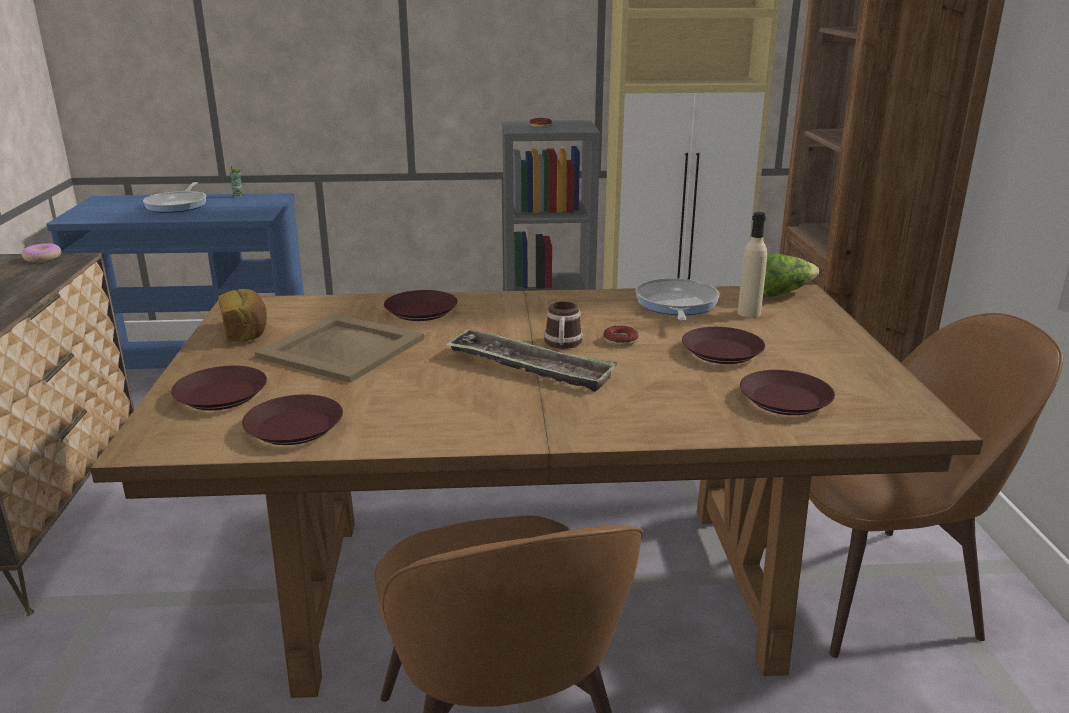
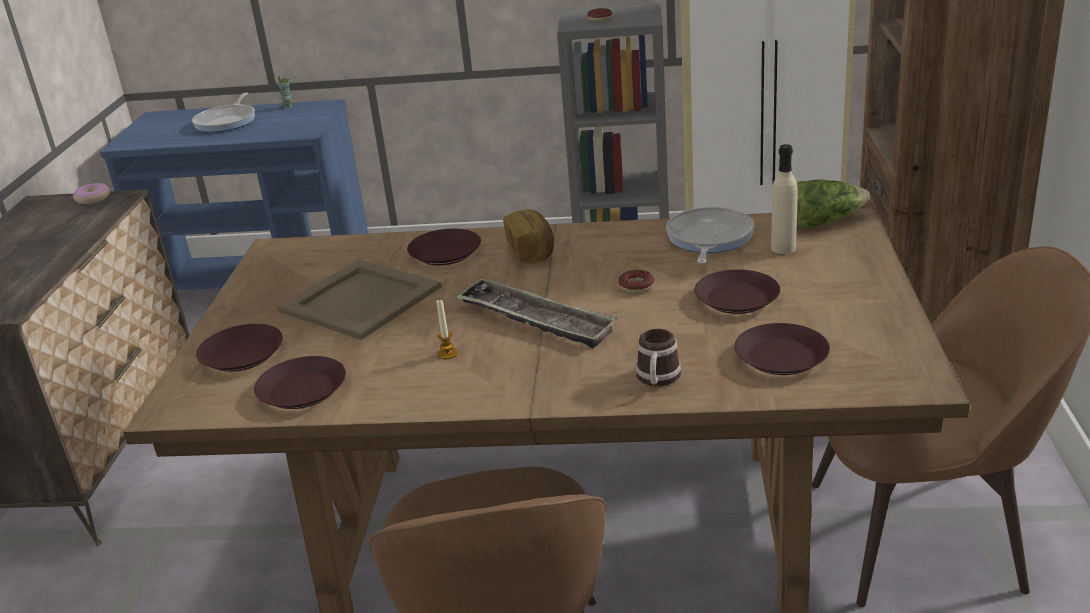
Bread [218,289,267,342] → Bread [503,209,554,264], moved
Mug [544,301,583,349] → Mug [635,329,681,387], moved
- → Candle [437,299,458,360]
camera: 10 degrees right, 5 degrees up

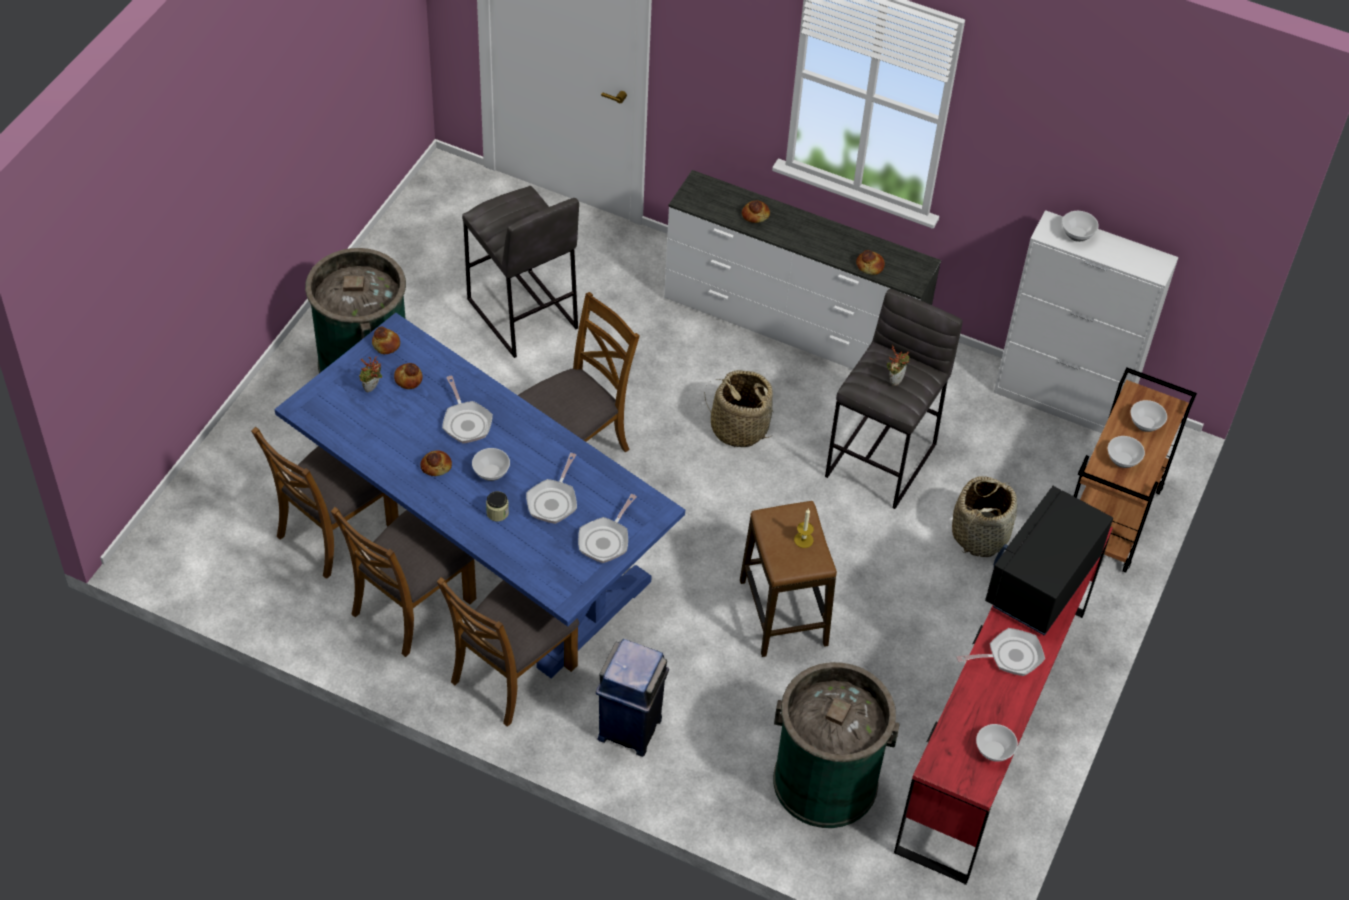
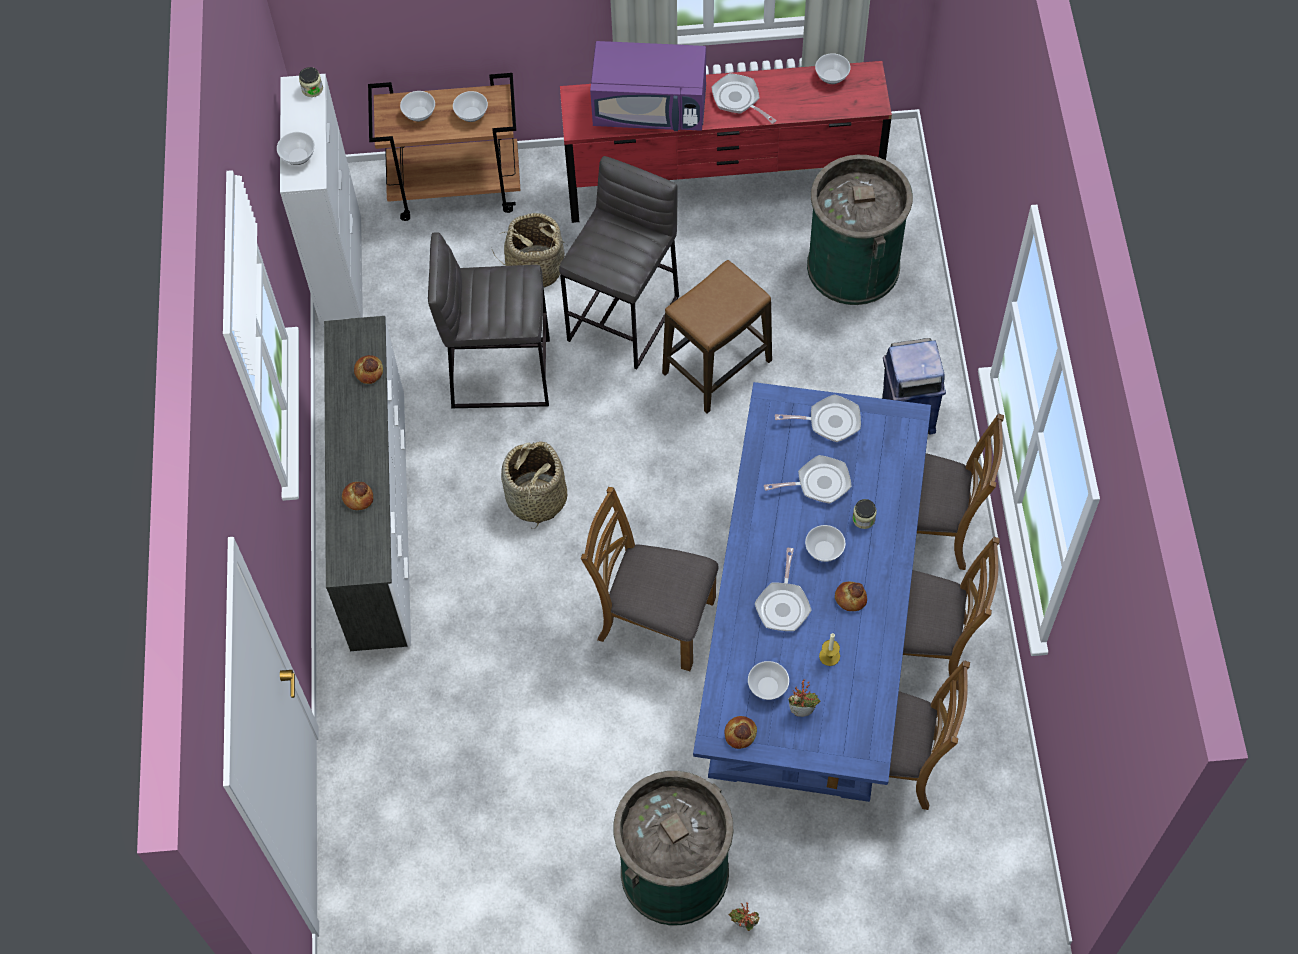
GreyStool [462,186,579,358] → GreyStool [559,156,679,369], moved
PottedPlant [887,344,909,386] → PottedPlant [729,902,760,931], moved
Bread [394,363,423,389] → Bowl [748,661,789,700]
FryingPan [442,376,493,444] → FryingPan [755,548,811,631], 150 degrees clockwise
BlackMicrowave [985,486,1113,636] → PurpleMicrowave [590,41,706,131]
Candle [794,509,814,548] → Candle [819,633,840,666], moved
- → Jar [299,67,323,97]
camera: 115 degrees left, 10 degrees up

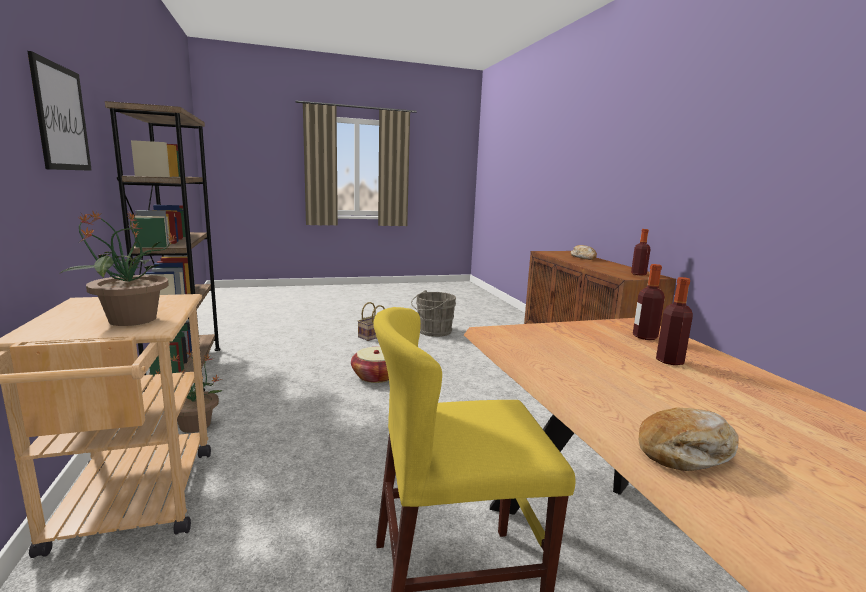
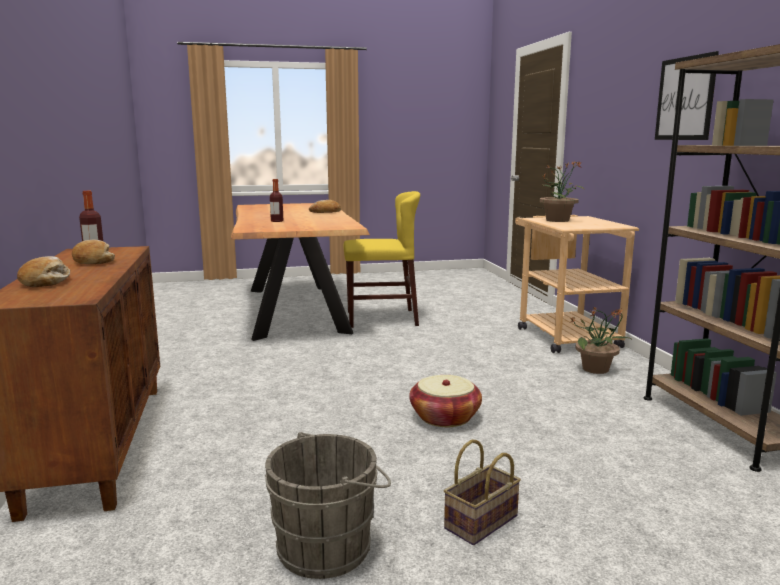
Bottle [633,264,665,340] → -
- → Bread [72,240,115,264]
camera: 175 degrees left, 0 degrees up

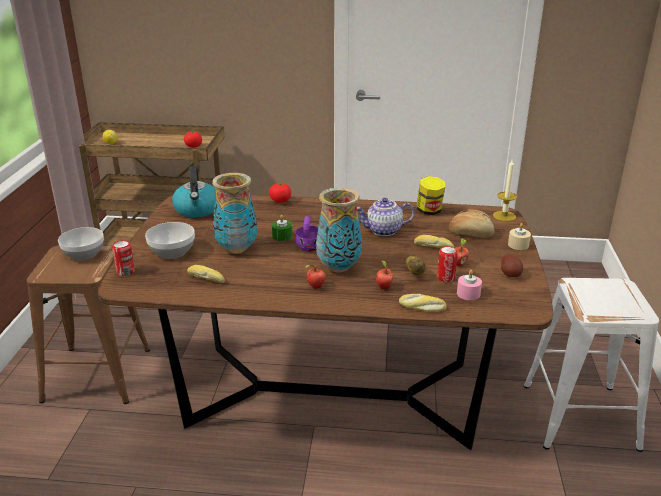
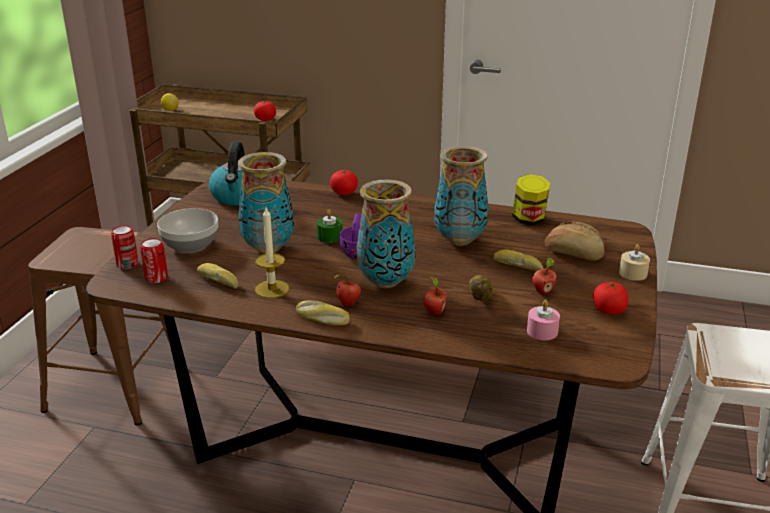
Candle [493,160,517,221] → Candle [255,208,289,298], moved
Teapot [357,198,415,236] → Vase [434,146,488,246]
Bowl [58,227,104,260] → -
Can [437,246,458,282] → Can [140,238,168,283], moved
Potato [501,255,523,277] → Tomato [593,282,628,315]
Bread [399,294,446,312] → Bread [296,300,350,325], moved
camera: 10 degrees right, 0 degrees up

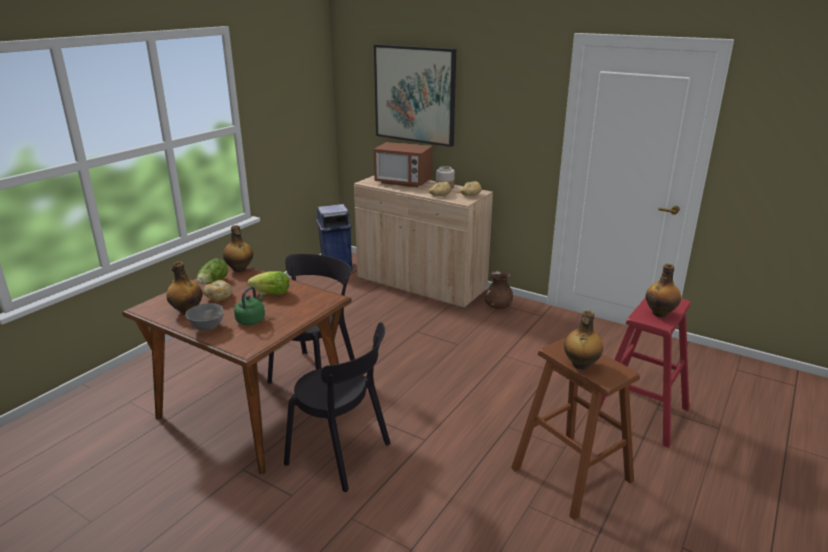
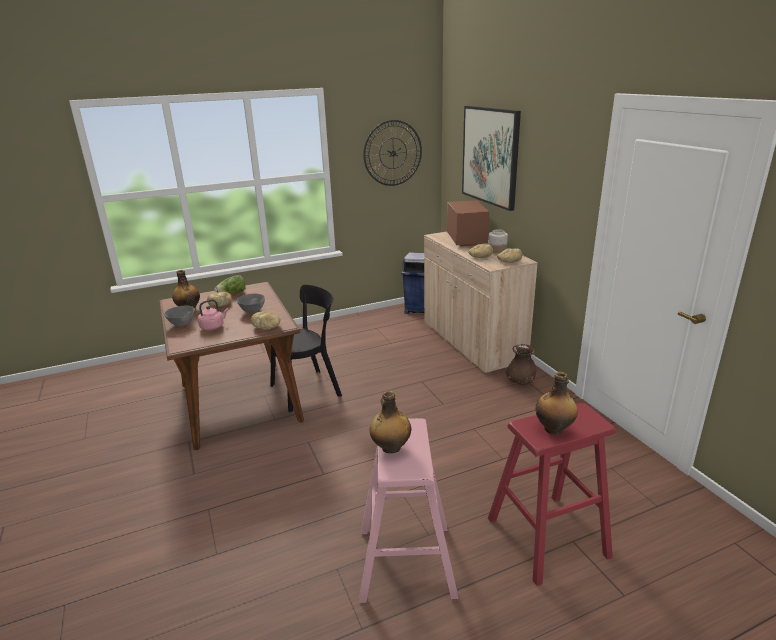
Microwave [374,142,432,187] → Microwave [447,200,489,247], 150 degrees counterclockwise
Bottle [223,225,253,272] → -
Lettuce [248,271,289,295] → GreyBowl [237,293,265,313]
GreenKettle [234,286,265,325] → PinkKettle [198,299,229,330]
BlackChair [284,322,391,492] → -
BrownStool [511,338,640,520] → PinkStool [359,418,458,603]
- → WallClock [363,120,422,186]
- → Bread [251,311,281,329]
camera: 35 degrees right, 0 degrees up

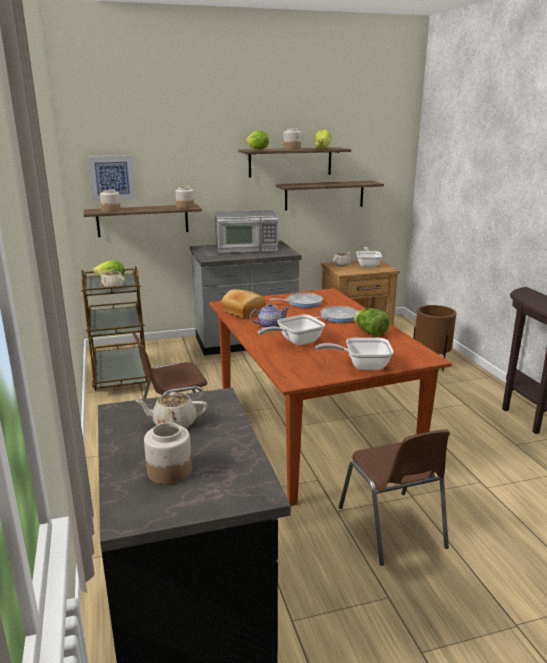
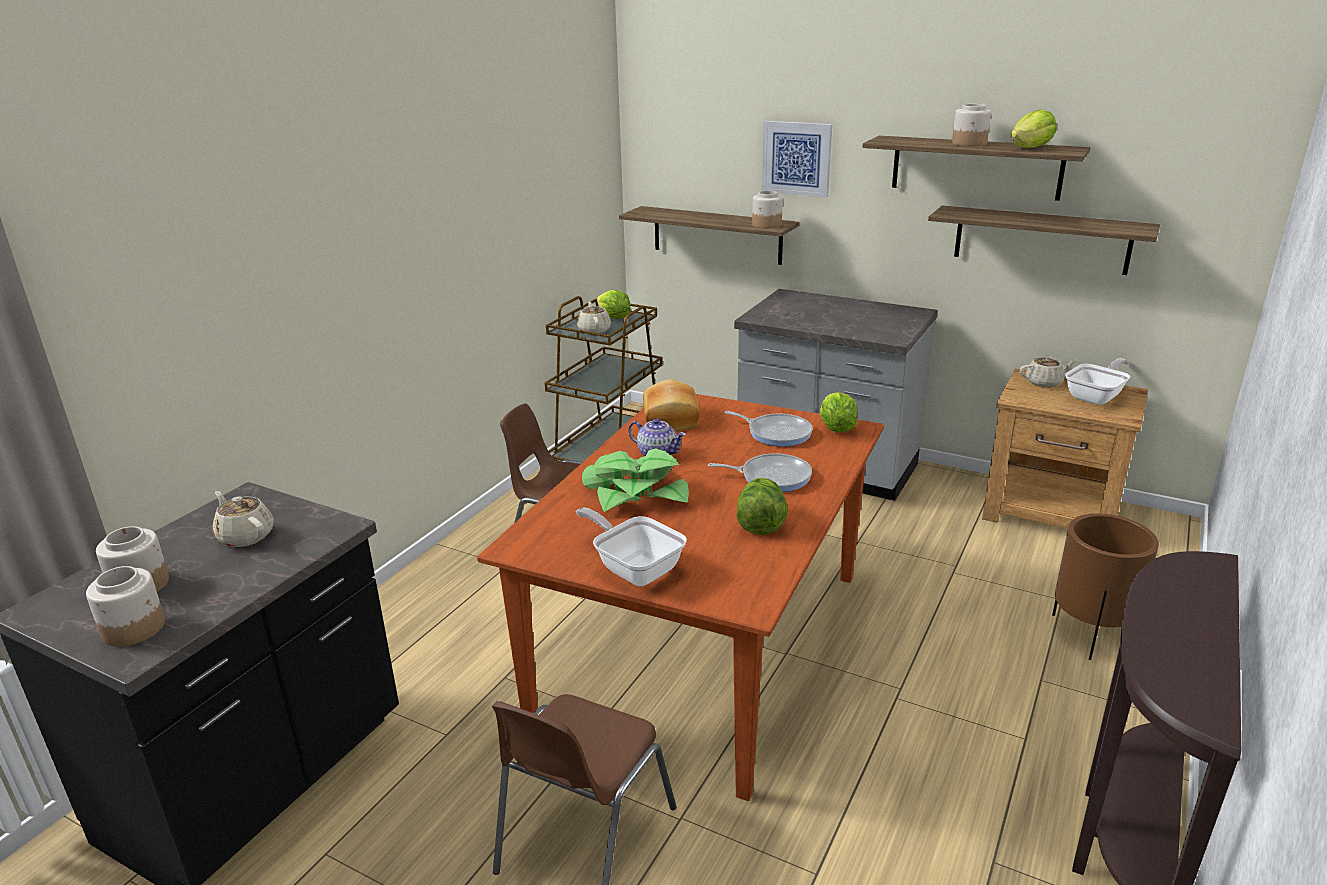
Lettuce [246,130,269,150] → Lettuce [820,392,857,432], moved
Picture [87,155,136,201] → Picture [762,121,832,198], moved
Jar [100,189,121,212] → Jar [86,566,165,647], moved
Microwave [215,210,278,253] → -
FryingPan [258,315,325,345] → PottedPlant [582,449,689,512]
camera: 45 degrees right, 5 degrees up

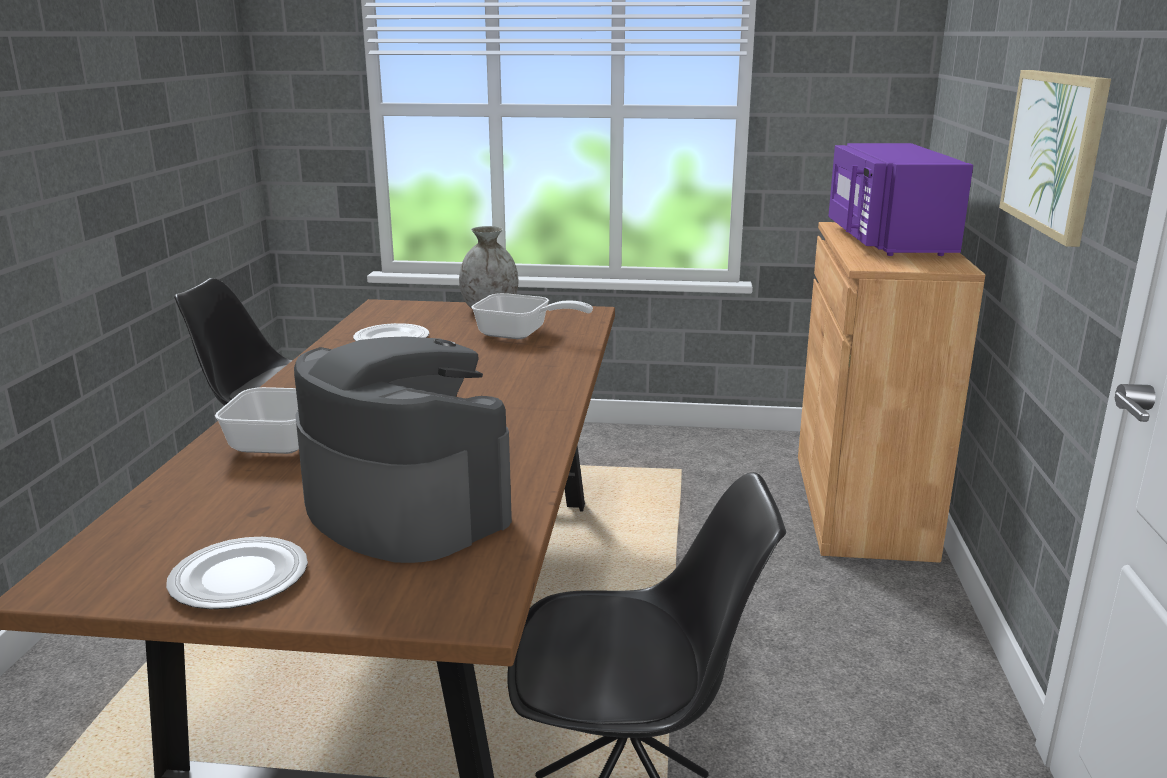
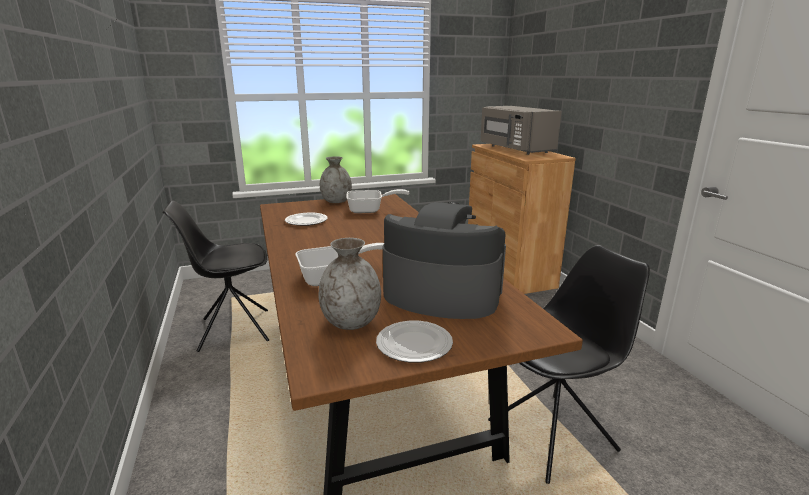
Picture [999,70,1111,247] → -
PurpleMicrowave [828,143,973,256] → GreyMicrowave [480,106,562,155]
- → GreyVase [319,238,381,330]
camera: 25 degrees left, 0 degrees up

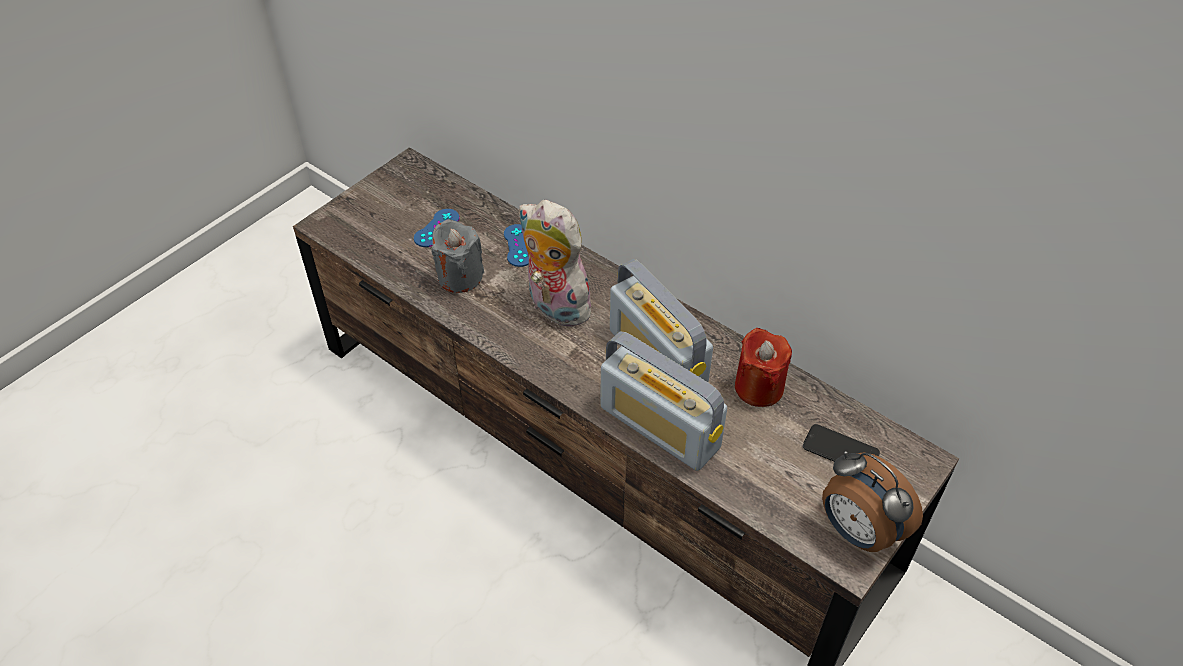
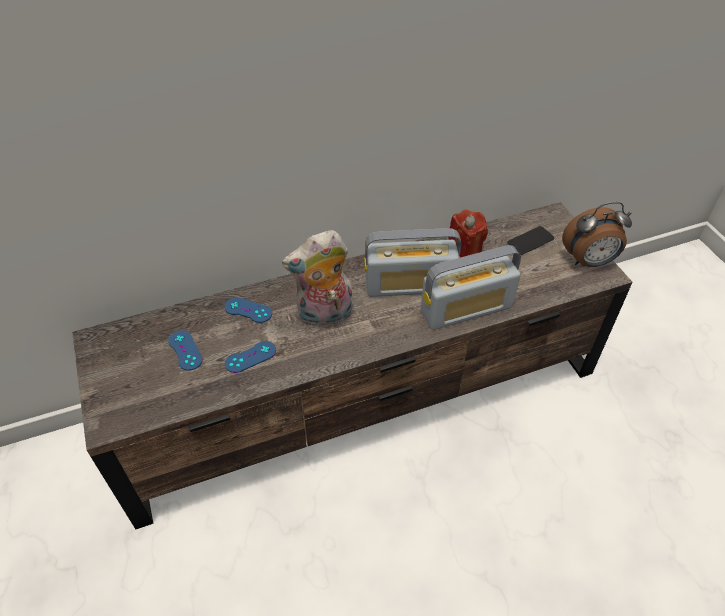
GreyCandle [431,219,484,293] → BlueGameController [225,341,276,373]
camera: 60 degrees left, 0 degrees up

